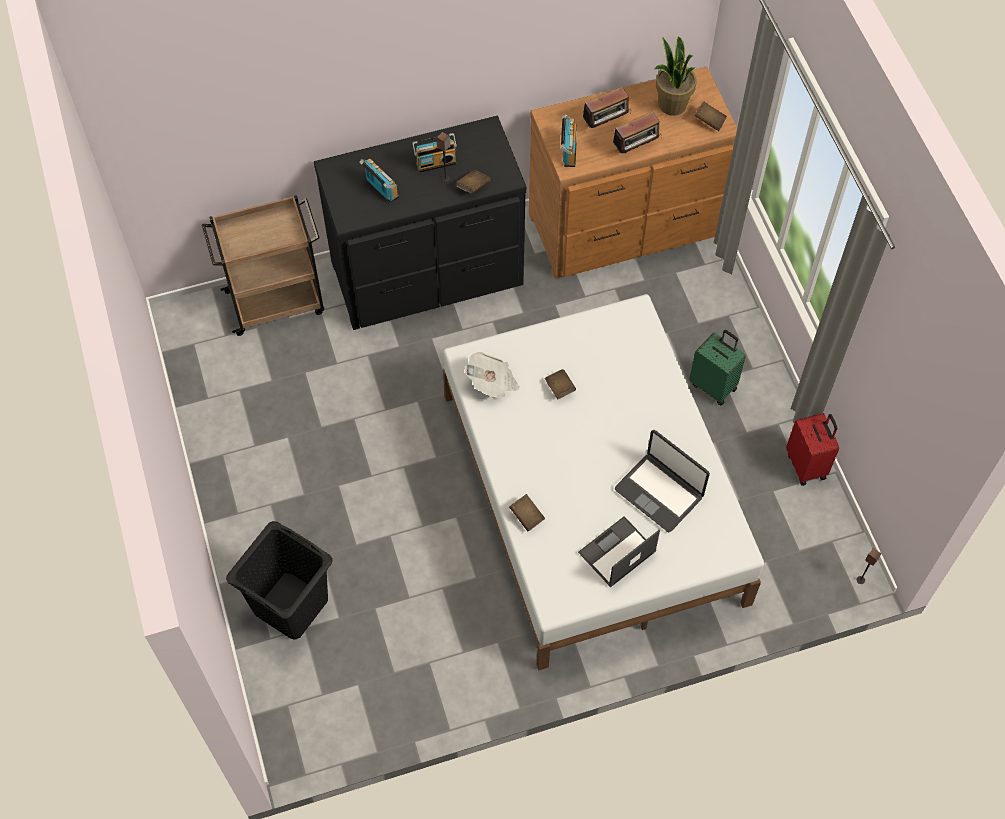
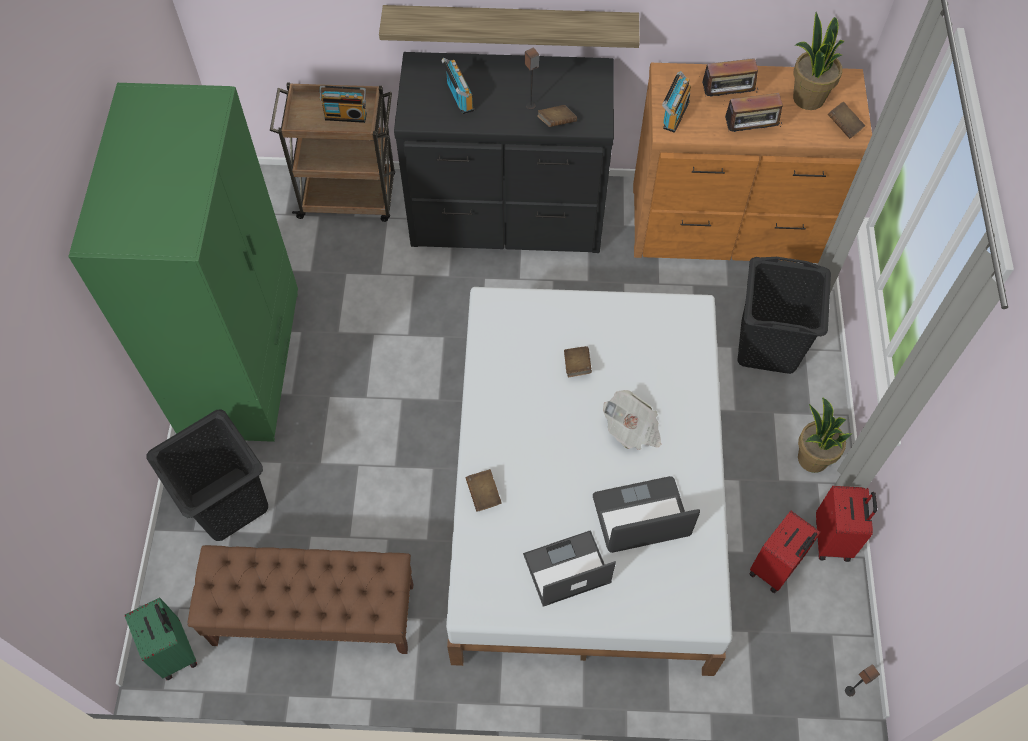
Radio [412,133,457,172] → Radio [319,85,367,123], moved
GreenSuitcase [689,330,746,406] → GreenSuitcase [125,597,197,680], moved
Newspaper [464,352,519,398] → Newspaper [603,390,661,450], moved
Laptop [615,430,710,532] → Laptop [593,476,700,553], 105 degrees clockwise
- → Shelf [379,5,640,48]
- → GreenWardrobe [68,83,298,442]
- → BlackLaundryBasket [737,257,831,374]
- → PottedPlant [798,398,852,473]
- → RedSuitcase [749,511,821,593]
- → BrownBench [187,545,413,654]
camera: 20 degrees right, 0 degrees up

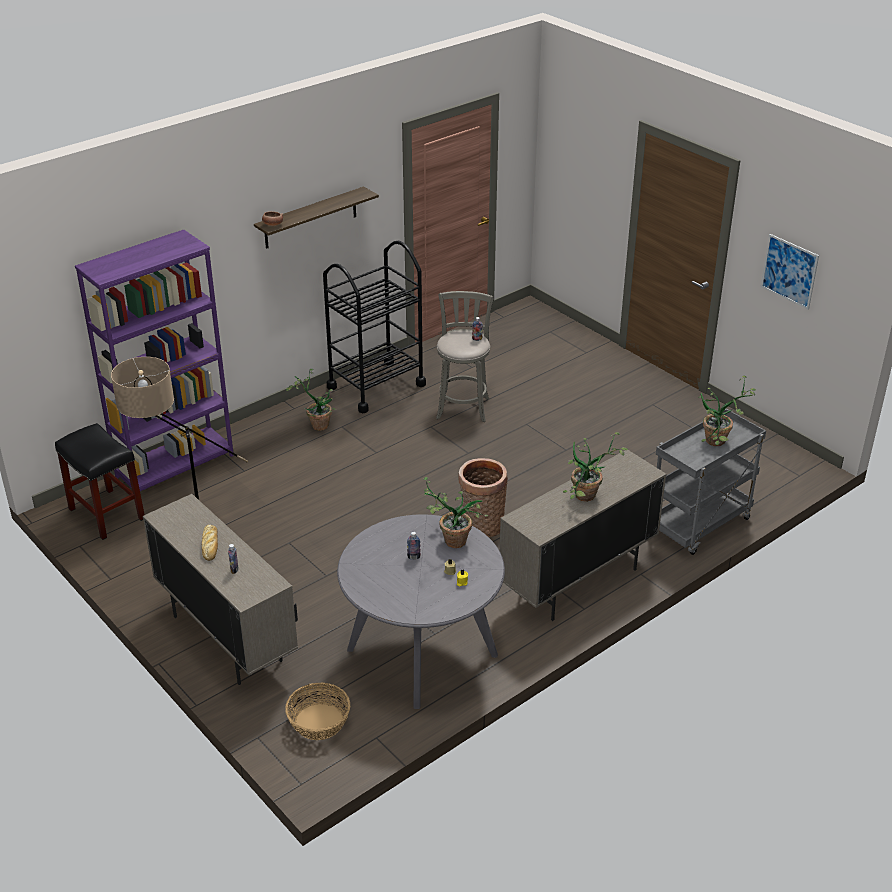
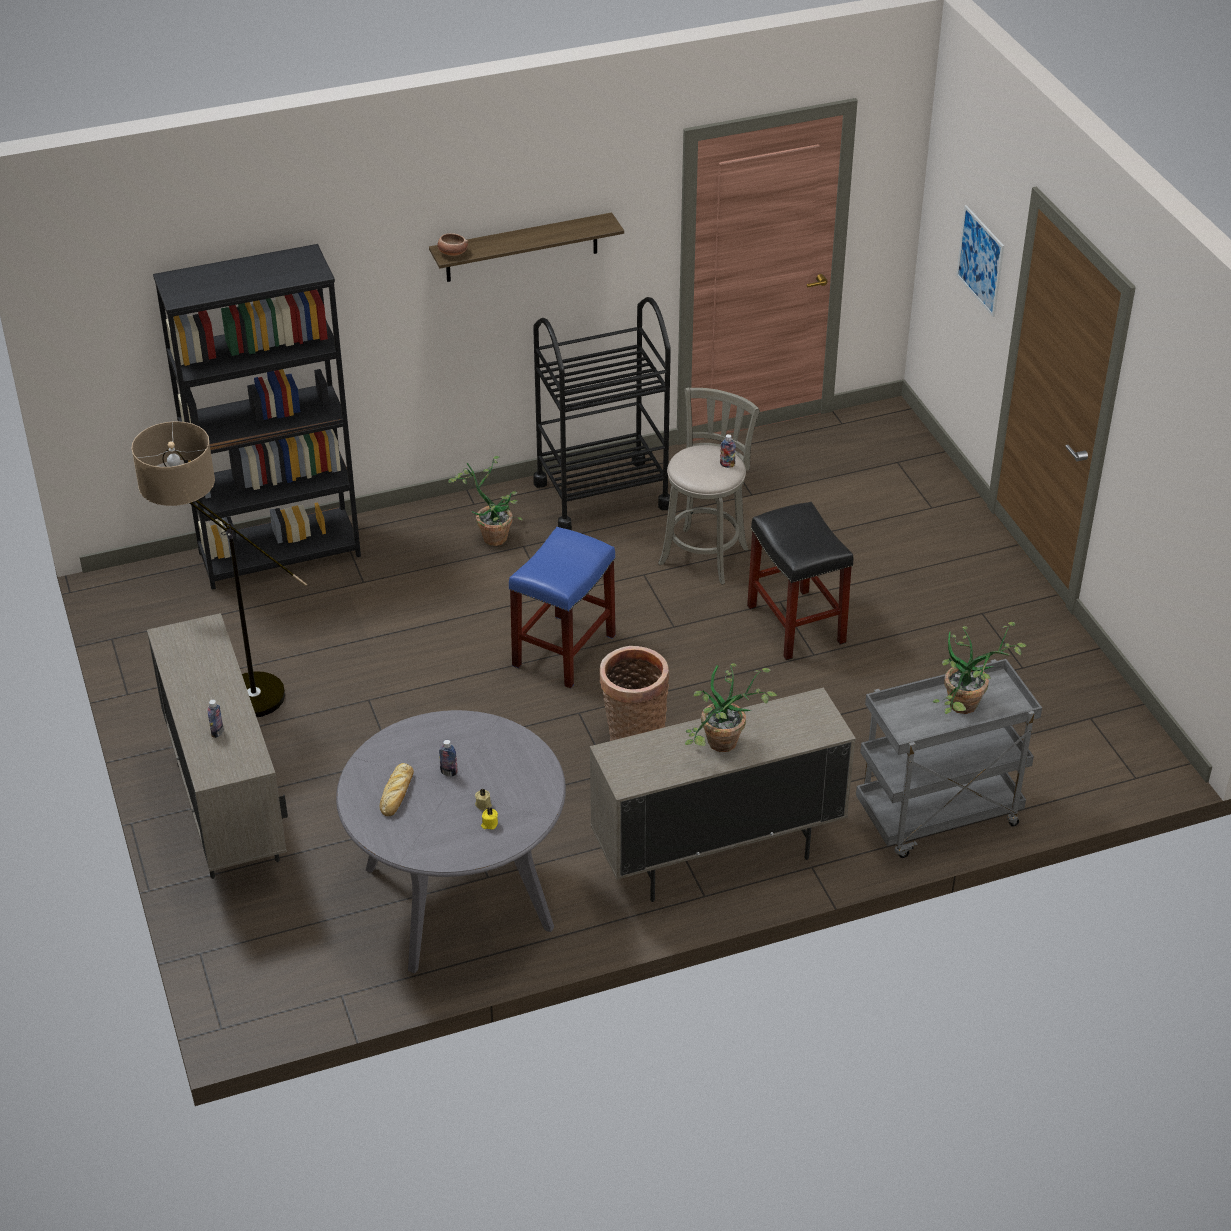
PurpleBookcase [75,230,234,491] → BlackBookcase [153,244,361,590]
Picture [761,234,819,309] → Picture [956,205,1004,317], moved
BlackStool [55,423,145,540] → BlackStool [747,502,853,660], moved
PottedPlant [424,477,488,548] → -
Bread [202,525,218,561] → Bread [380,763,414,816], moved
Basket [285,682,350,740] → -
- → BlueStool [509,527,616,688]
camera: 20 degrees right, 5 degrees up

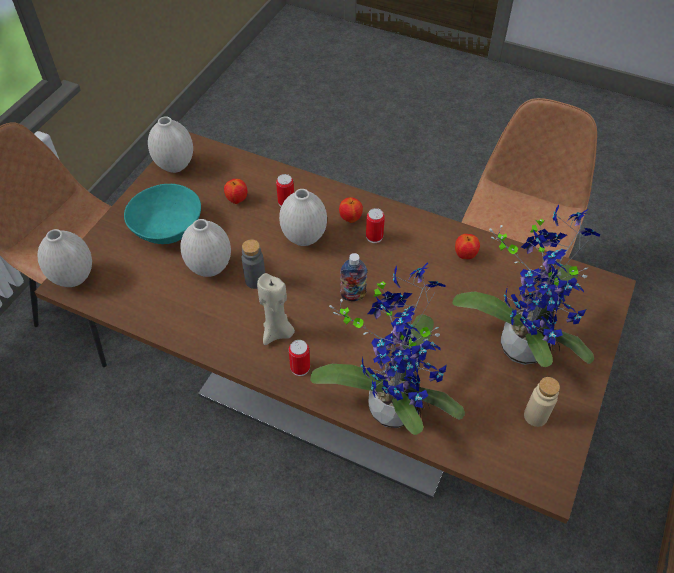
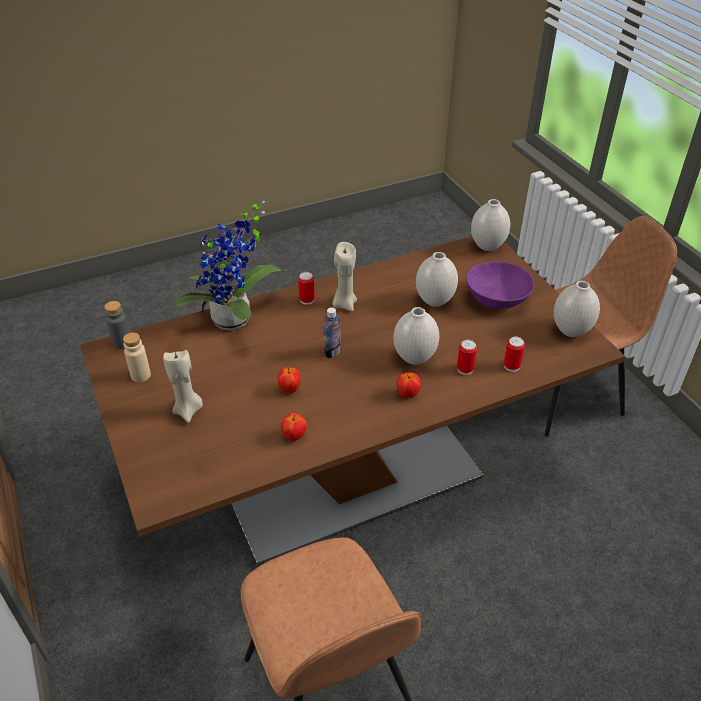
Apple [224,179,247,204] → Apple [278,367,301,393], moved
TurquoiseBowl [124,184,201,244] → PurpleBowl [466,261,534,309]
PottedPlant [452,204,600,367] → BeigeCandle [163,350,203,423]
Can [366,208,385,243] → Can [504,337,525,372], moved
GreyBottle [242,239,265,289] → GreyBottle [104,301,130,349], moved
camera: 130 degrees right, 10 degrees down

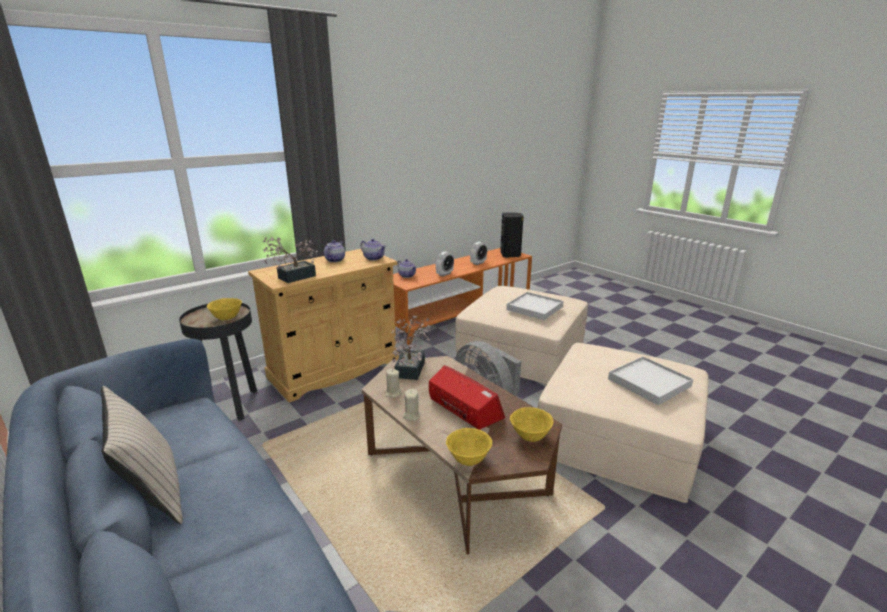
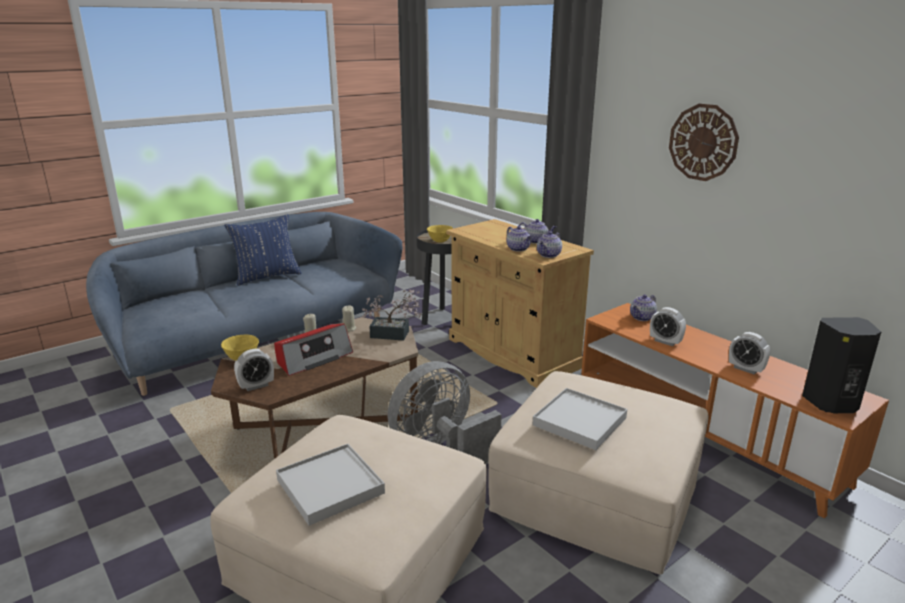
PottedPlant [263,237,318,283] → -
BeigePillow [101,386,183,525] → BluePillow [224,214,302,286]
YellowBowl [510,407,553,442] → AlarmClock [234,349,274,391]
- → WallClock [669,103,739,181]
- → Teapot [506,226,532,252]
camera: 90 degrees right, 0 degrees up

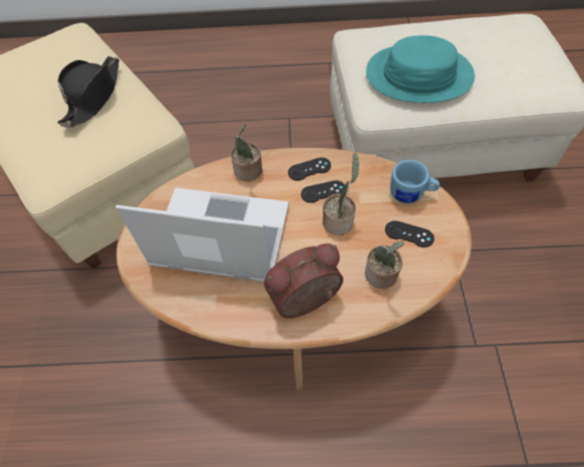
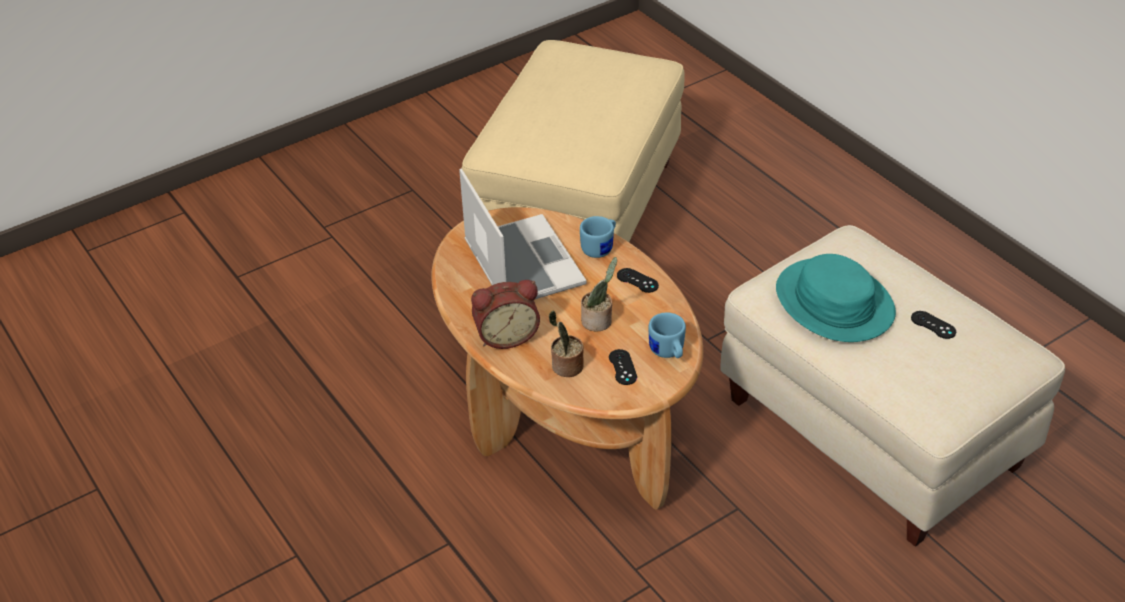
BlackHat [58,56,119,128] → -
PottedPlant [231,123,262,181] → BlueMug [580,216,616,258]
BlackGameController [301,180,345,203] → BlackGameController [911,311,956,339], moved
AlarmClock [264,244,343,318] → AlarmClock [471,280,540,349], 135 degrees clockwise
camera: 55 degrees right, 15 degrees down

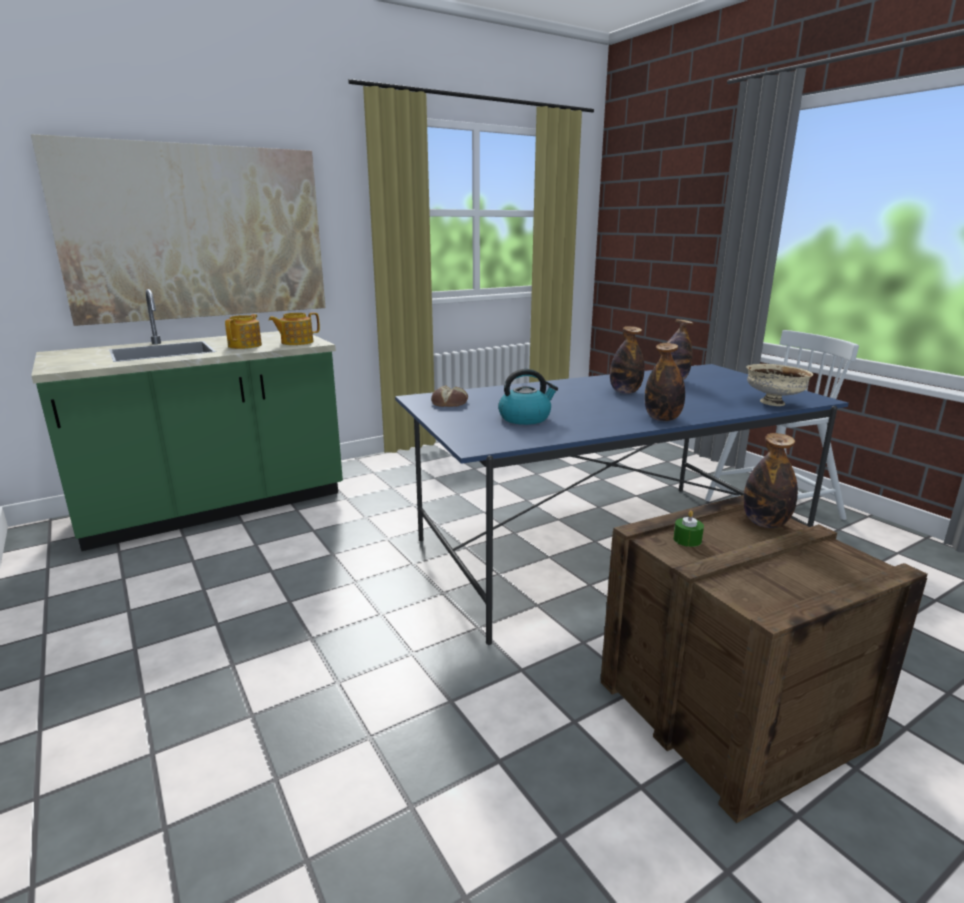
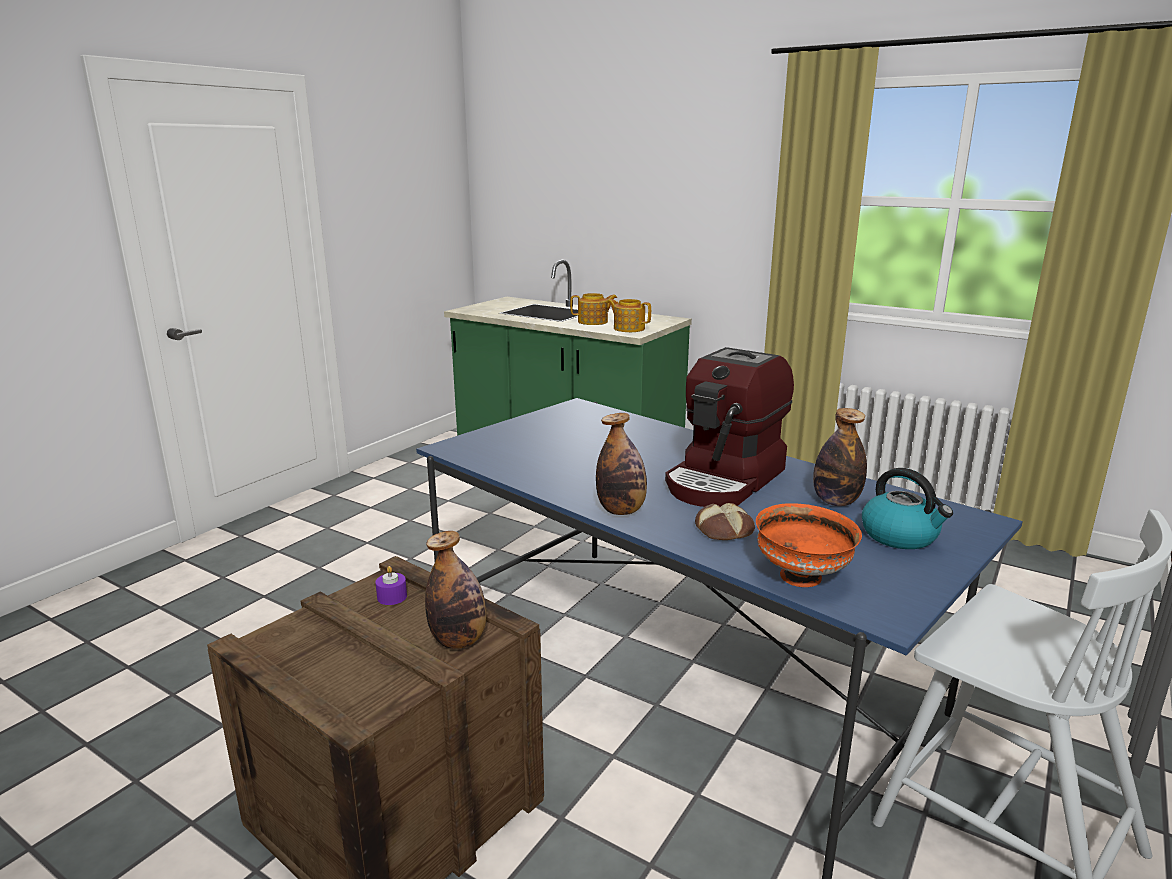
Picture [31,134,325,326] → -
Bottle [610,326,645,394] → CoffeeMachine [665,347,794,507]
BeigeBowl [746,364,813,406] → OrangeBowl [756,503,862,587]
Kettle [498,369,558,425] → Kettle [862,468,953,549], moved
Bread [431,385,468,407] → Bread [695,503,755,540], moved
GreenCandle [673,510,704,547] → PurpleCandle [375,566,407,605]
camera: 65 degrees right, 0 degrees up

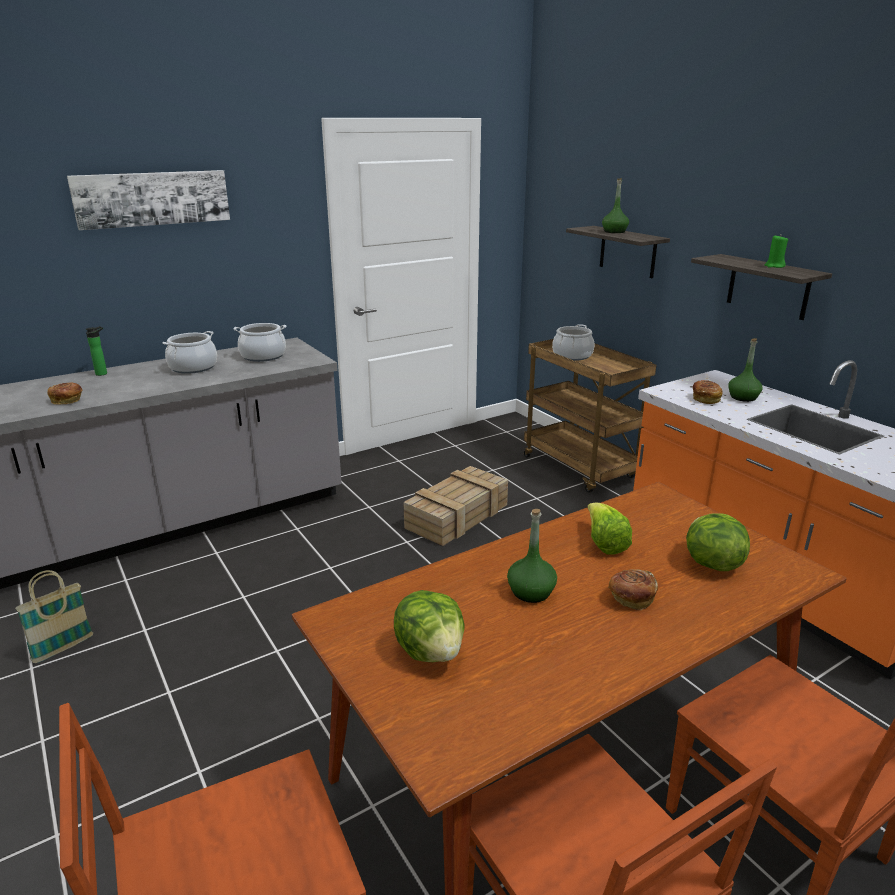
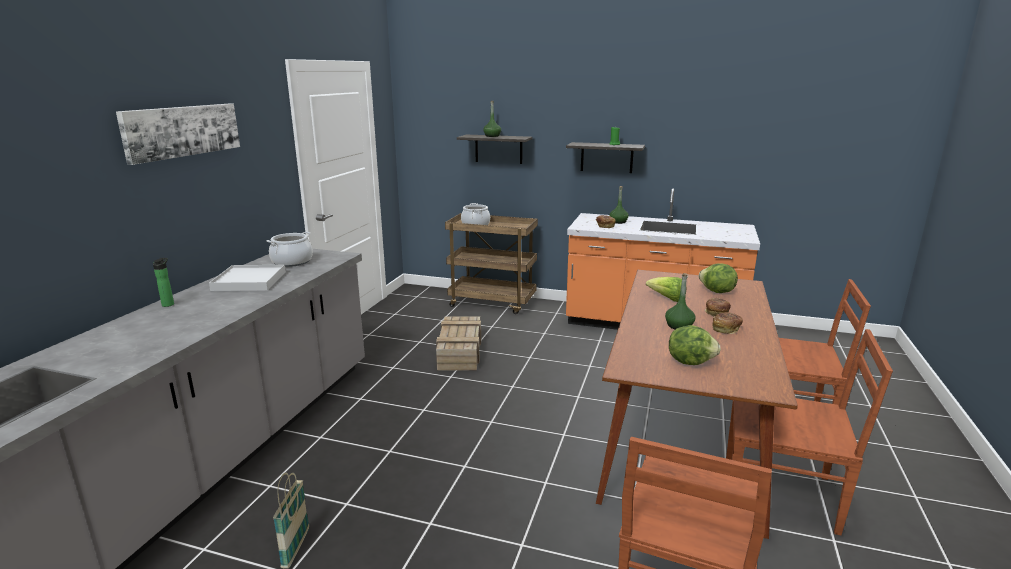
CookingPot [162,331,217,374] → WhiteTray [209,265,286,291]
Bread [47,382,82,404] → Bread [712,312,743,334], moved
camera: 40 degrees left, 5 degrees down

